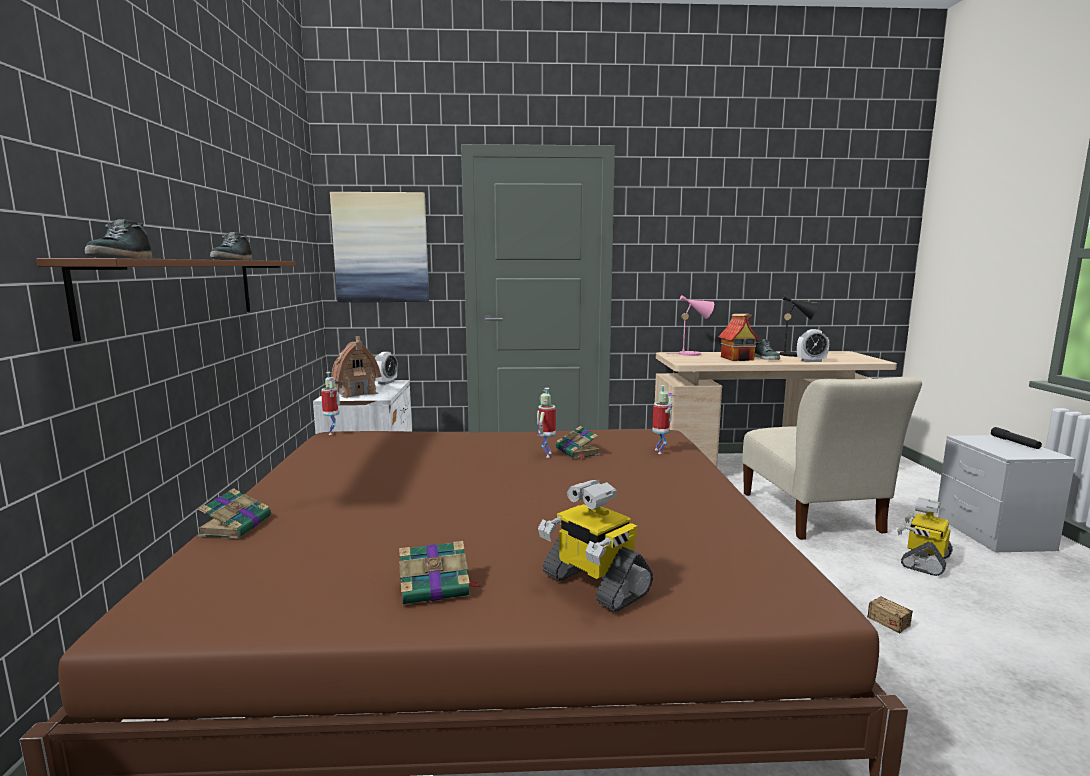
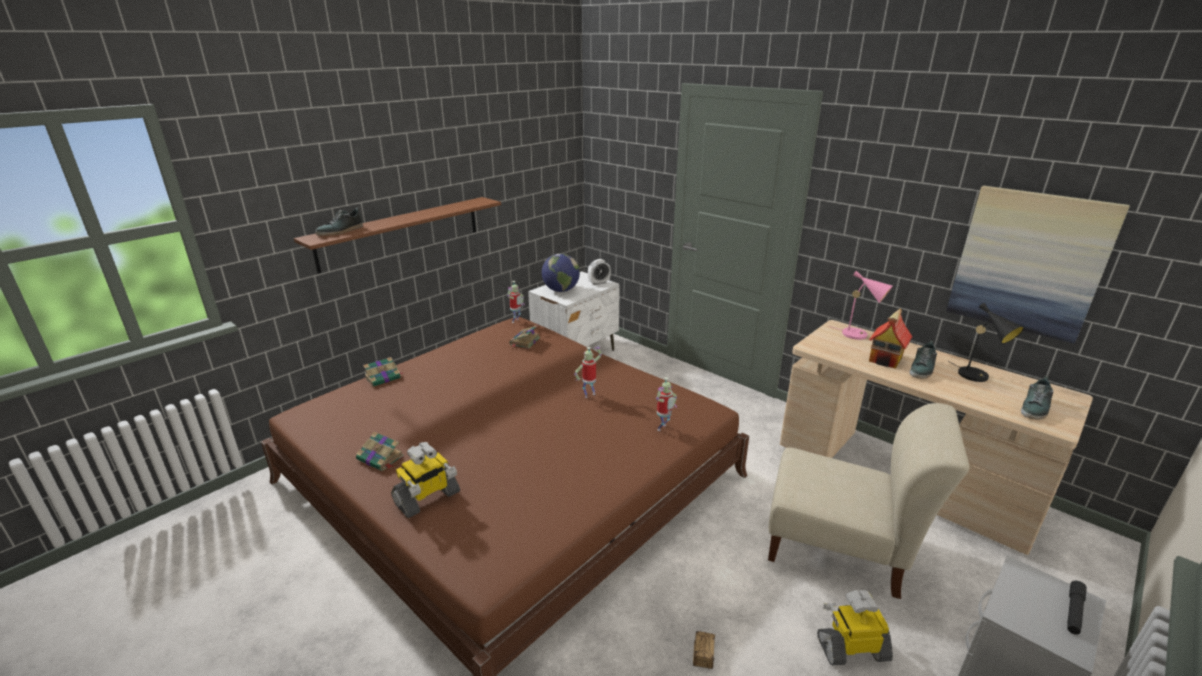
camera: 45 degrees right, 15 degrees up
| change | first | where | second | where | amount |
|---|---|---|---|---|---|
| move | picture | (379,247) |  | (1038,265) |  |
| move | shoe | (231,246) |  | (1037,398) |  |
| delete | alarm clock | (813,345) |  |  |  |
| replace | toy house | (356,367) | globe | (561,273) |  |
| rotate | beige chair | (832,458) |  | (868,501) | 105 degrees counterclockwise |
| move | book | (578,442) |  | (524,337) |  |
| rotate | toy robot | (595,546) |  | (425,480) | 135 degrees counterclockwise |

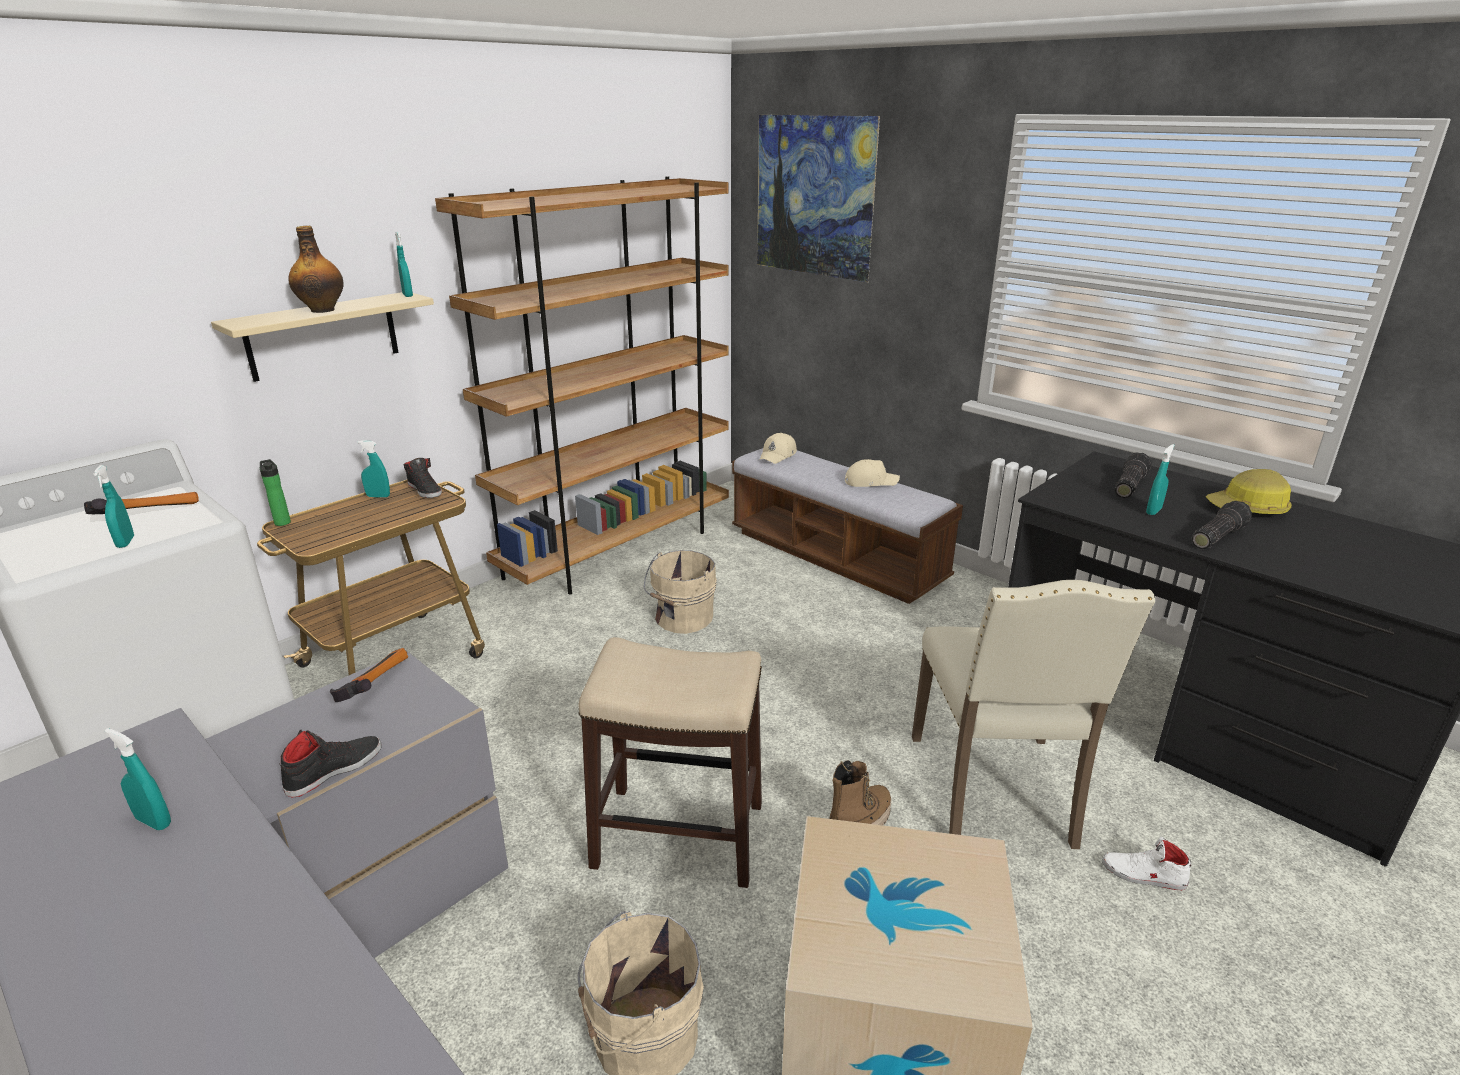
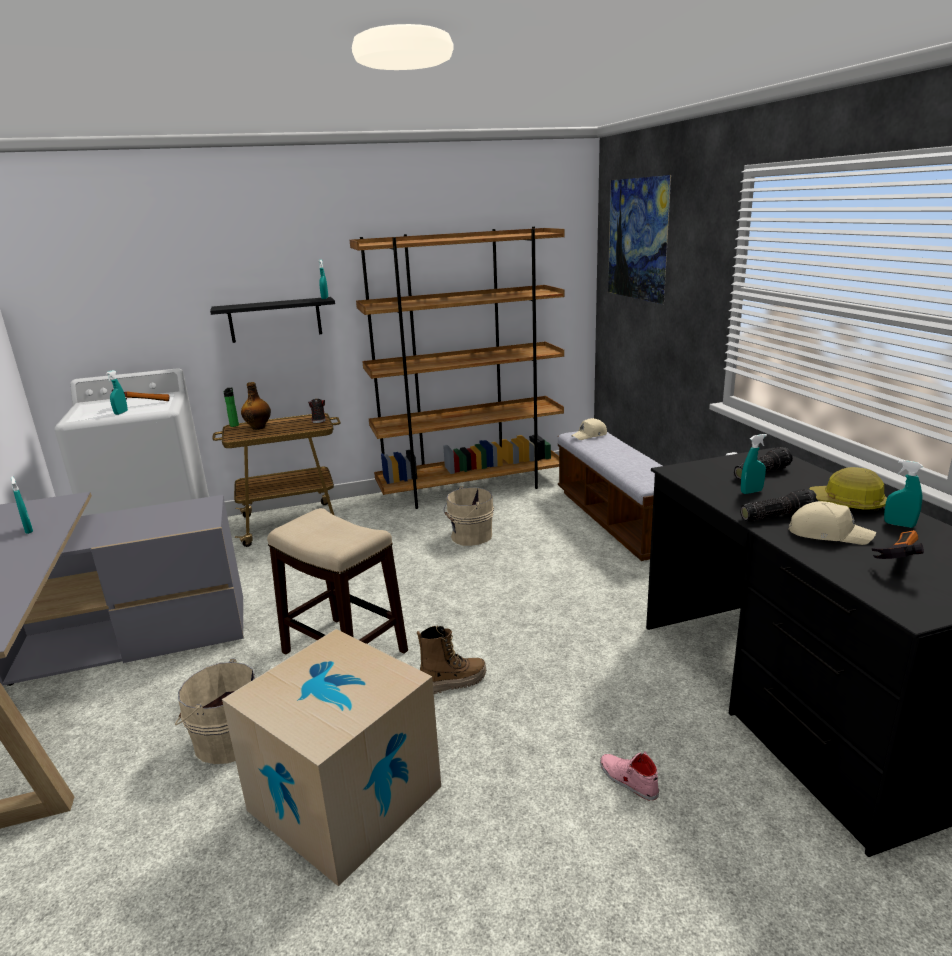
camera: 30 degrees right, 5 degrees down
| change | first | where | second | where | amount |
|---|---|---|---|---|---|
| move | bottle | (316,269) |  | (256,406) |  |
| recolor | beige shelf | (322,337) | black shelf | (272,320) |  |
| move | turquoise spray bottle | (373,468) |  | (903,494) |  |
| move | beige cap | (872,473) |  | (832,523) |  |
| delete | beige chair | (1033,714) |  |  |  |
| move | hammer | (369,675) |  | (898,544) |  |
| delete | black shoe | (330,764) |  |  |  |
| recolor | white shoe | (1146,863) | pink shoe | (629,776) |  |

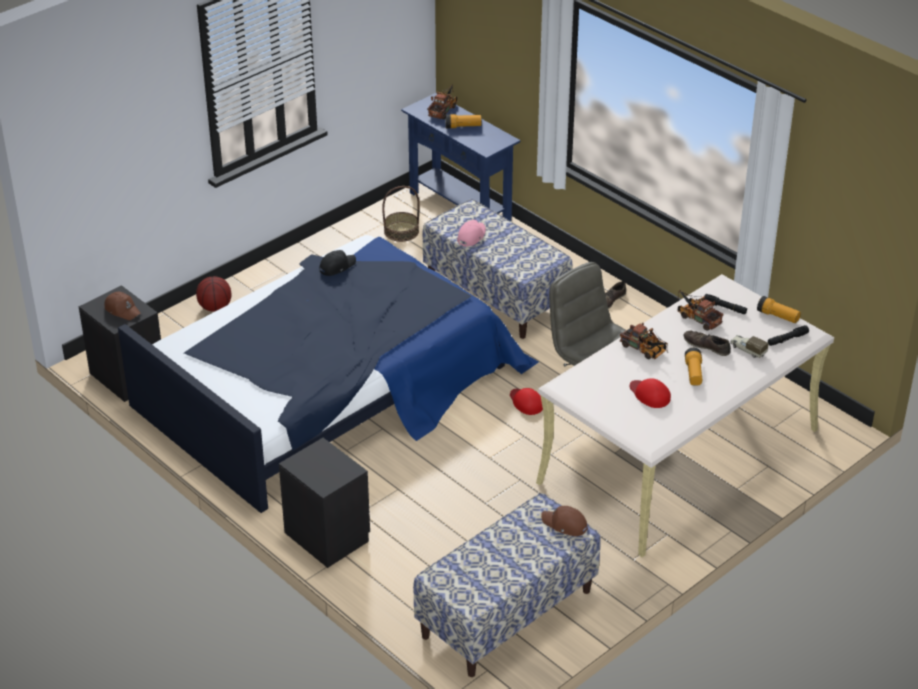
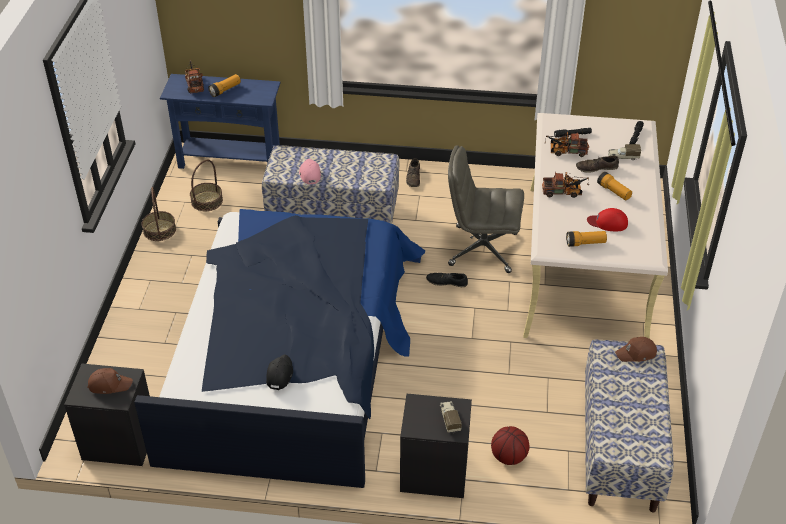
camera: 40 degrees left, 5 degrees up
| change | first | where | second | where | amount |
|---|---|---|---|---|---|
| move | black cap | (337,263) |  | (279,372) |  |
| move | basketball | (213,294) |  | (510,445) |  |
| move | flashlight | (779,309) |  | (586,239) |  |
| replace | red cap | (526,401) | black shoe | (447,280) |  |
| insert |  |  | basket | (159,214) |  |
| insert |  |  | toy truck | (451,417) |  |

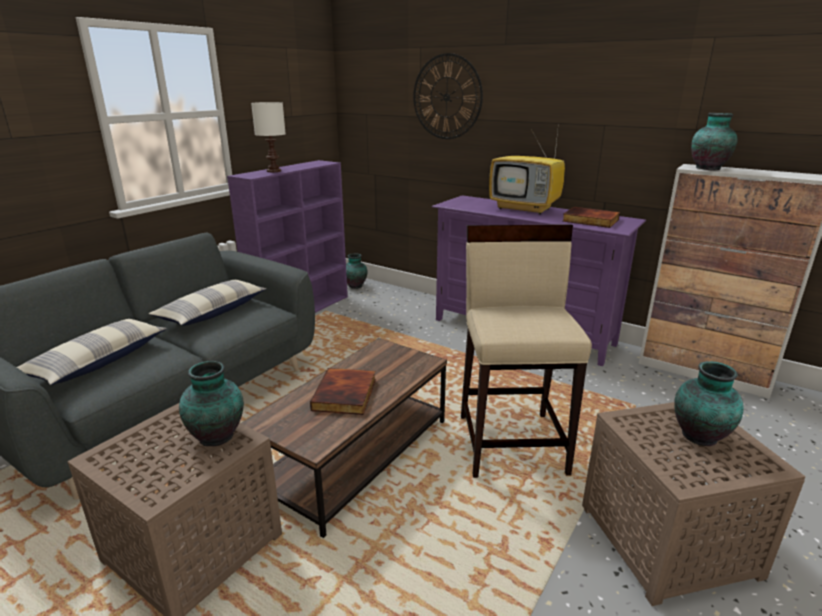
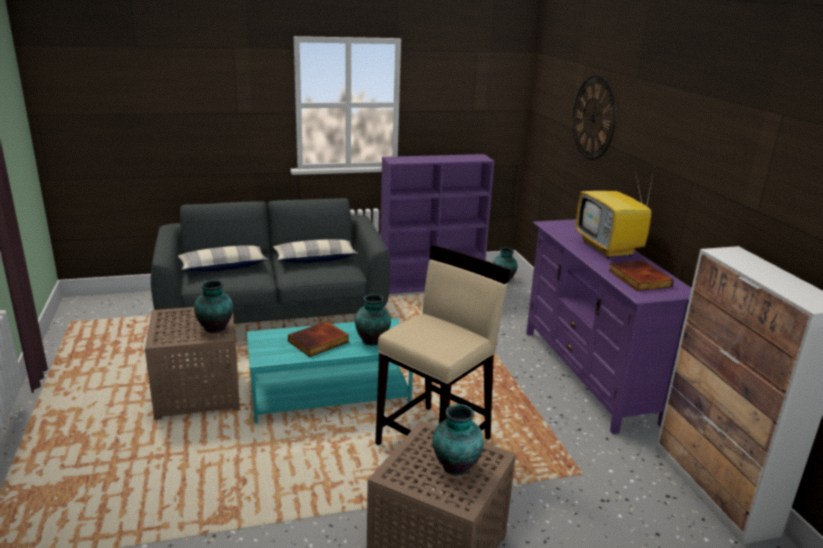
camera: 40 degrees right, 0 degrees up
| change | first | where | second | where | amount |
|---|---|---|---|---|---|
| delete | white table lamp | (268,137) |  |  |  |
| move | vase | (714,142) |  | (373,319) |  |
| recolor | brown coffee table | (344,438) | turquoise coffee table | (330,370) |  |

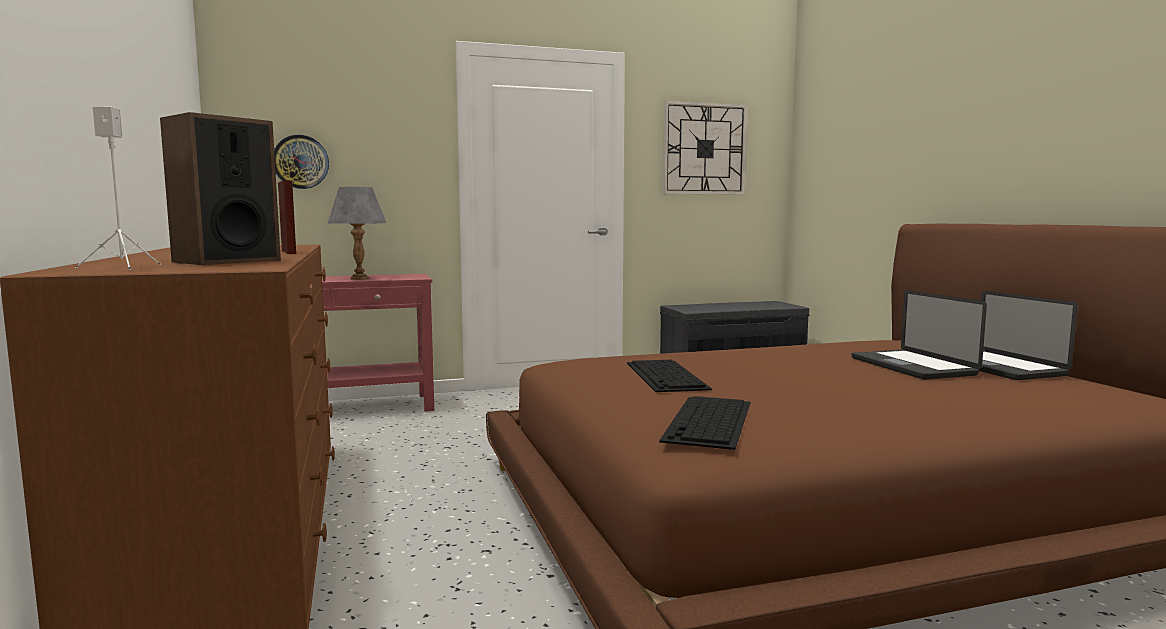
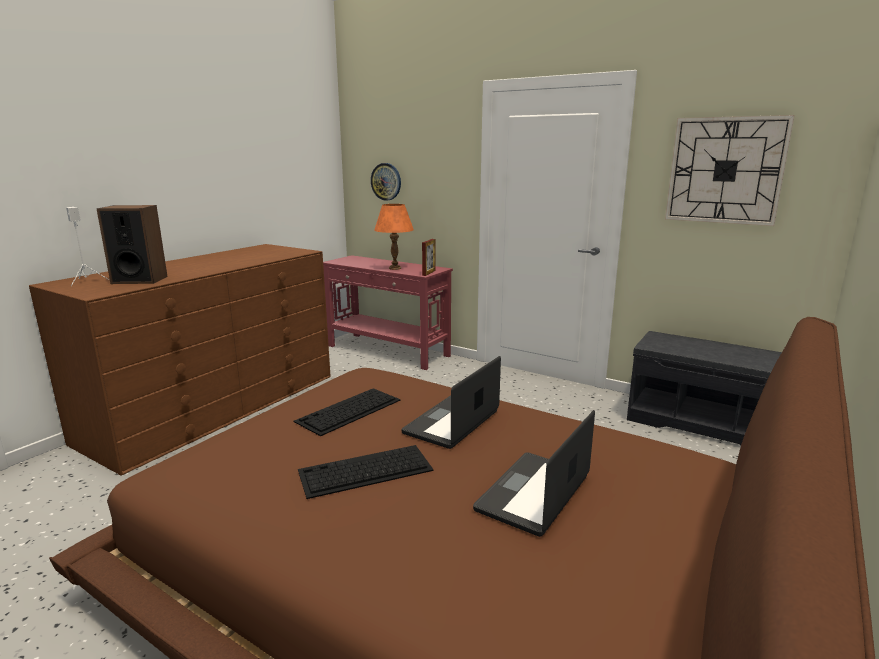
camera: 50 degrees right, 10 degrees up
| change | first | where | second | where | amount |
|---|---|---|---|---|---|
| move | picture frame | (287,217) |  | (428,257) |  |
| recolor | grey table lamp | (357,233) | orange table lamp | (394,237) |  |
| move | laptop | (1016,335) |  | (451,402) |  |
| move | keyboard | (704,423) |  | (366,472) |  |

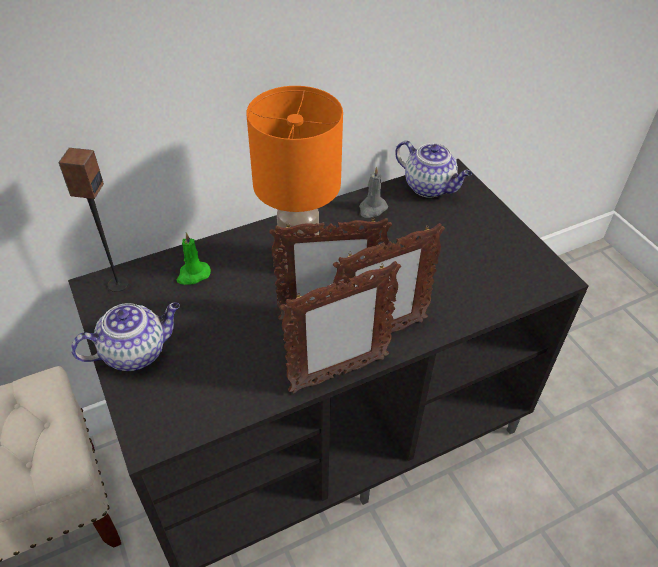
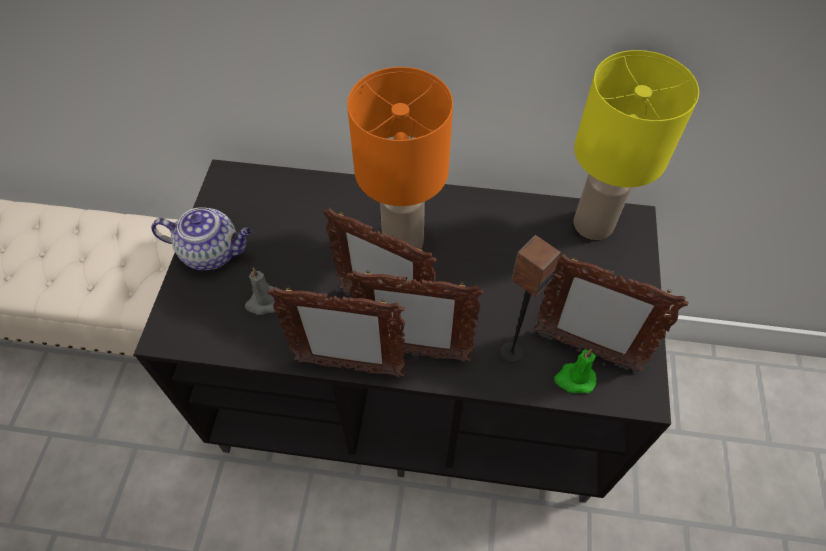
camera: 35 degrees right, 10 degrees up
| change | first | where | second | where | amount |
|---|---|---|---|---|---|
| replace | teapot | (433,169) | yellow table lamp | (636,145) |  |
| move | speaker | (93,220) |  | (530,299) |  |
| move | grey candle | (373,192) |  | (260,291) |  |
| move | green candle | (194,258) |  | (575,371) |  |
| insert |  |  | picture frame | (611,312) |  |

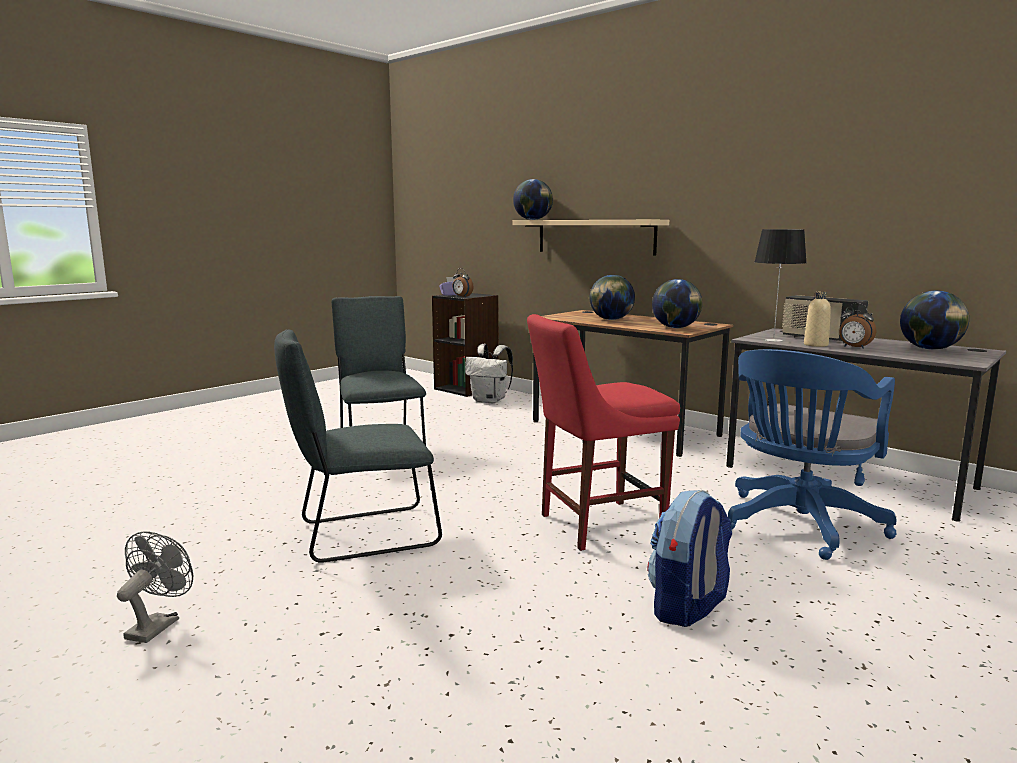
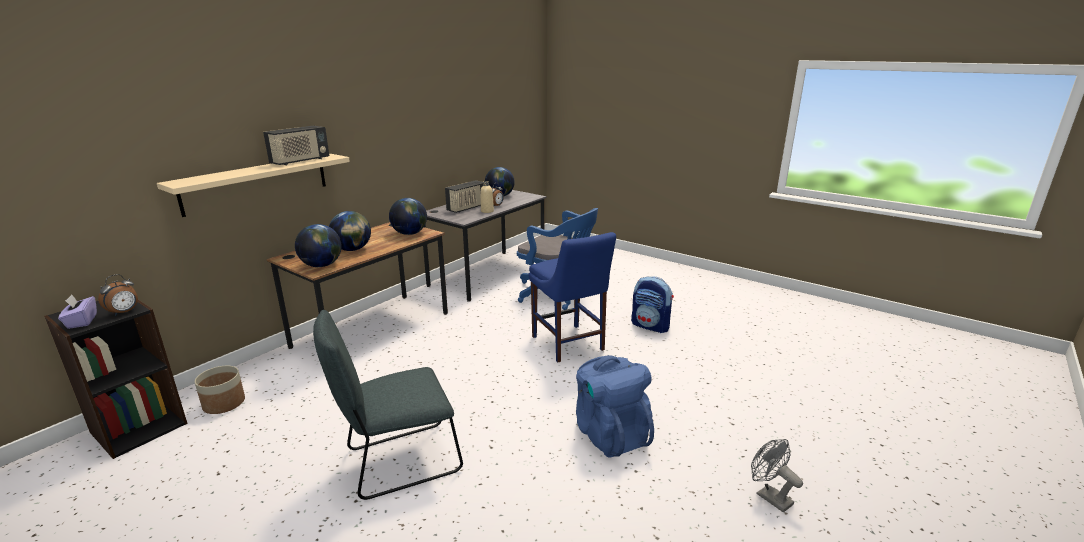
camera: 95 degrees left, 10 degrees up
| change | first | where | second | where | amount |
|---|---|---|---|---|---|
| move | globe | (533,199) |  | (318,245) |  |
| delete | table lamp | (781,285) |  |  |  |
| recolor | red chair | (603,432) | blue chair | (572,297) |  |
| replace | grey chair | (358,446) | blue backpack | (615,406) |  |
| replace | white backpack | (489,373) | planter | (220,390) |  |
| rotate | grey fan | (155,587) |  | (777,476) | 45 degrees clockwise |
| insert |  |  | radio | (296,145) |  |

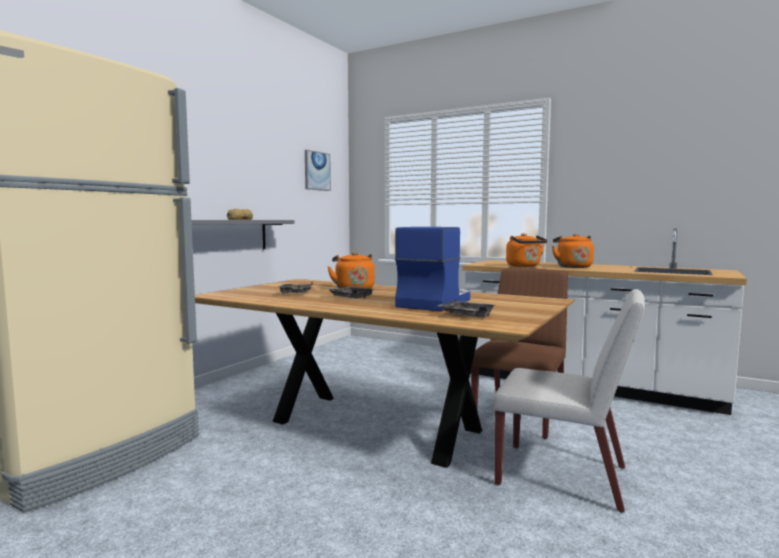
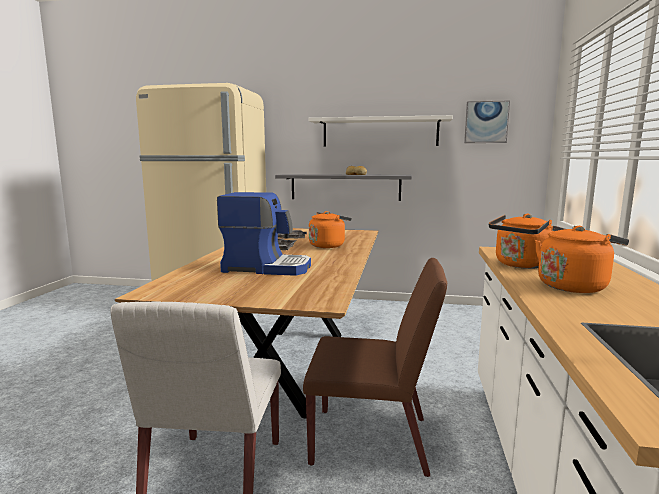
camera: 70 degrees right, 5 degrees up
| change | first | where | second | where | amount |
|---|---|---|---|---|---|
| delete | grey tray | (466,309) |  |  |  |
| insert |  |  | white shelf | (380,131) |  |

